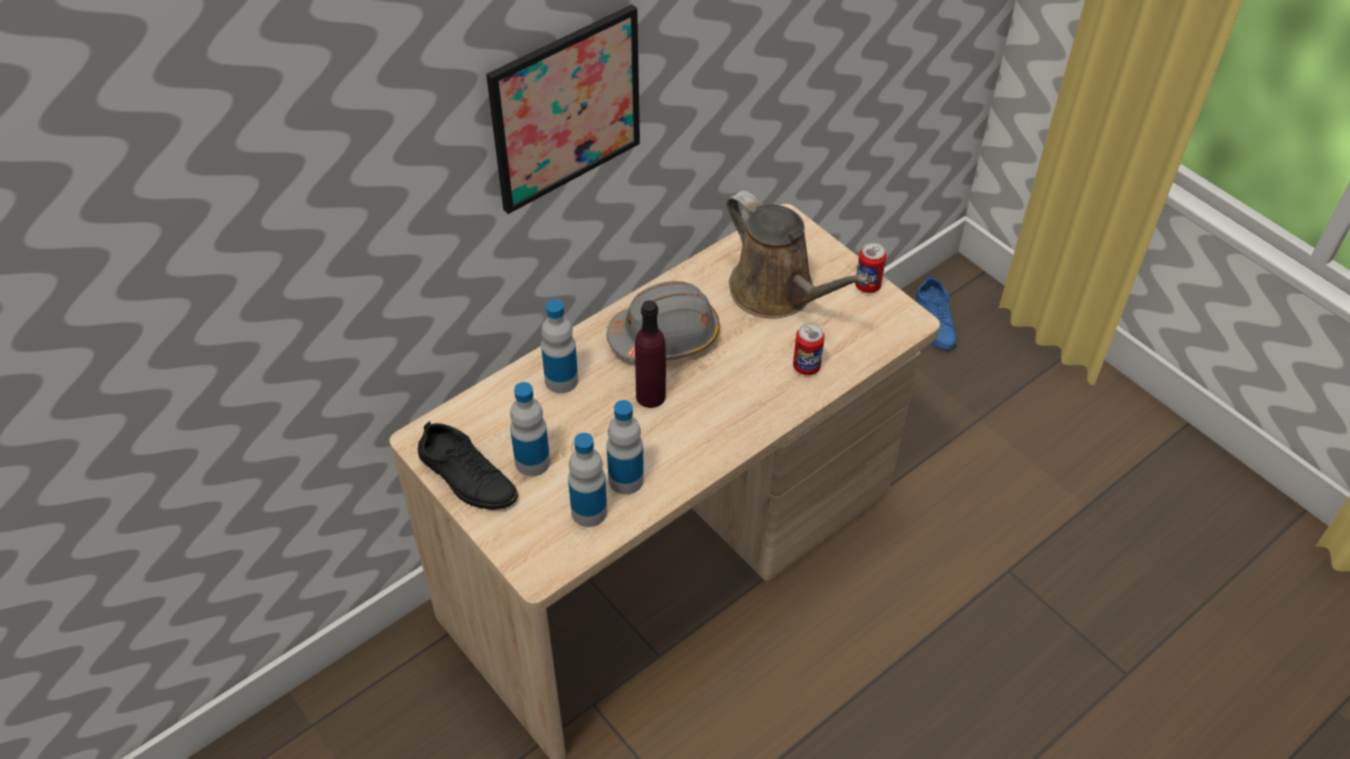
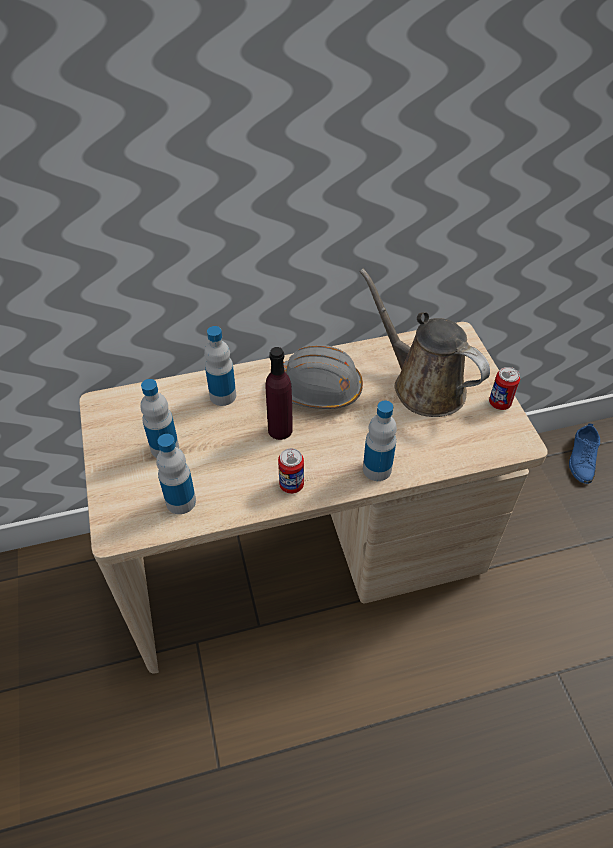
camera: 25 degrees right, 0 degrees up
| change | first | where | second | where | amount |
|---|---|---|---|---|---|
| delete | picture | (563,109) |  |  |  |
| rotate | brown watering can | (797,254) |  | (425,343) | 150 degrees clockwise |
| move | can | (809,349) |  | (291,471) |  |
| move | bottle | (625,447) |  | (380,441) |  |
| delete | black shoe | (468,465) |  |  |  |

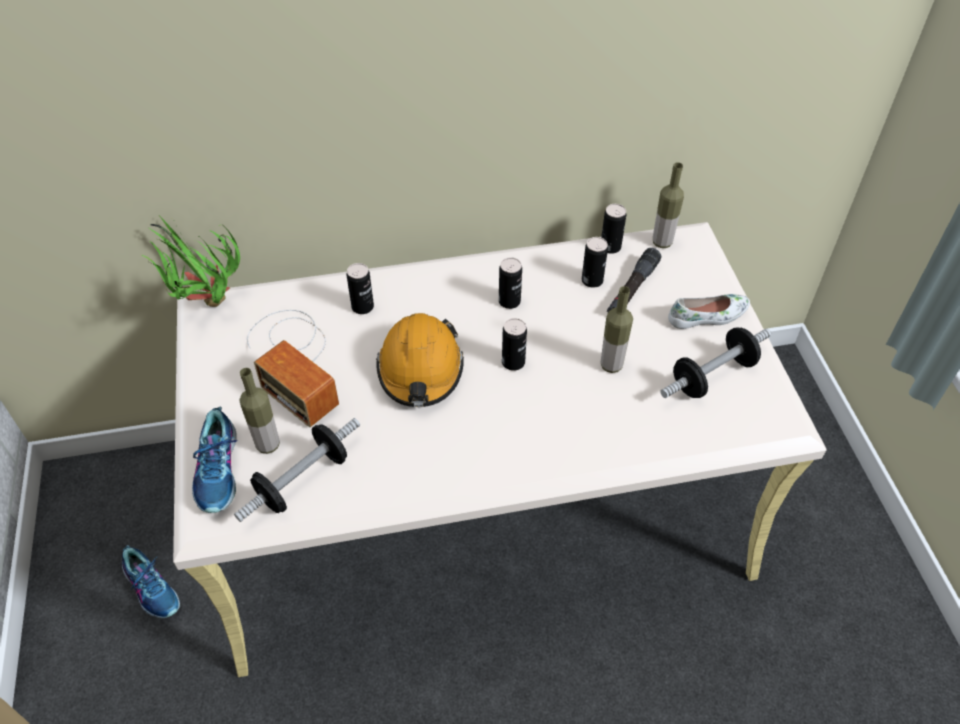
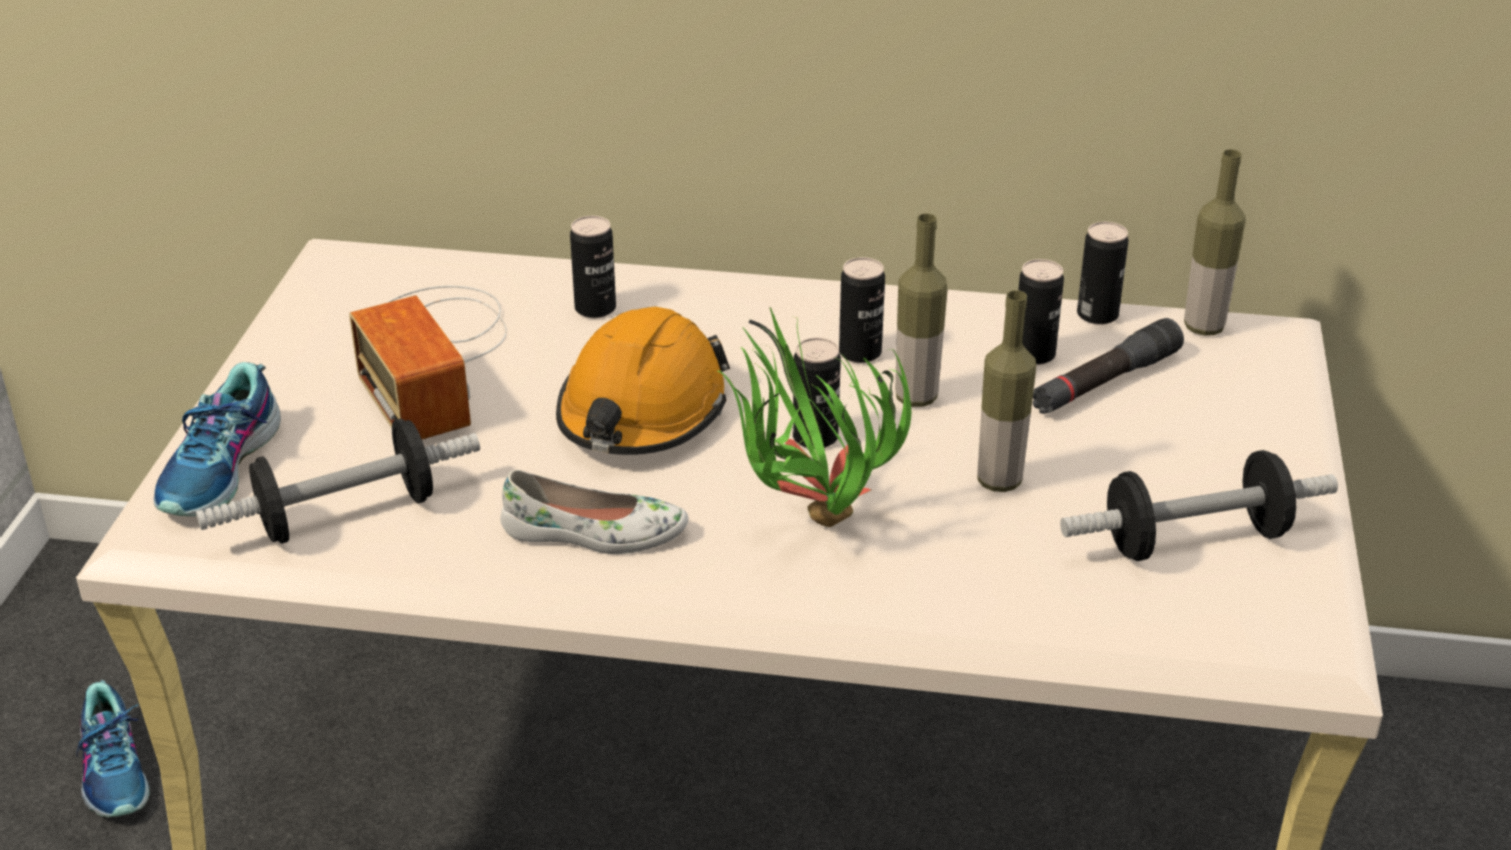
camera: 20 degrees right, 15 degrees down
| change | first | where | second | where | amount |
|---|---|---|---|---|---|
| move | potted plant | (190,261) |  | (814,417) |  |
| move | white shoe | (709,311) |  | (594,512) |  |
| move | bottle | (260,411) |  | (921,310) |  |

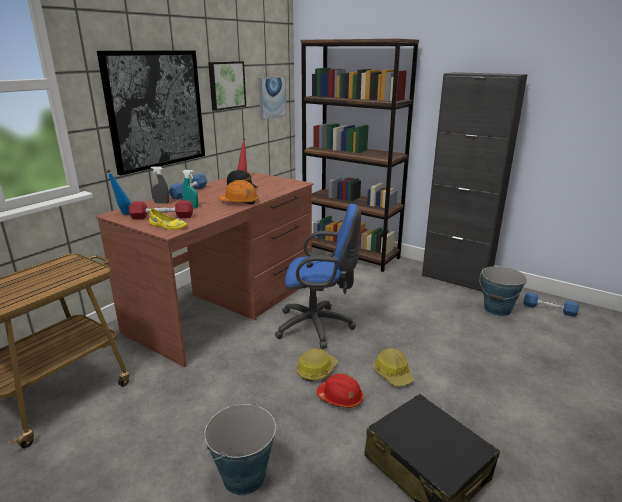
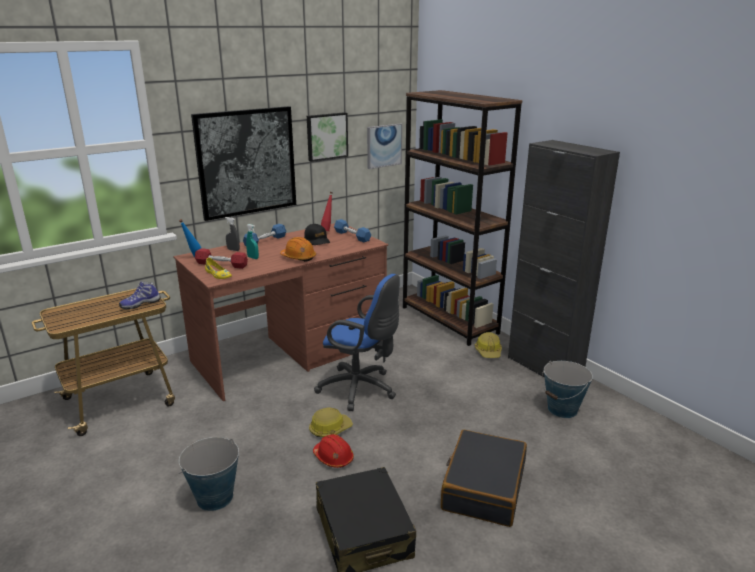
camera: 20 degrees right, 0 degrees up
| change | first | where | second | where | amount |
|---|---|---|---|---|---|
| move | blue dumbbell | (551,304) |  | (352,231) |  |
| move | hard hat | (394,367) |  | (488,345) |  |
| insert |  |  | shoe | (140,295) |  |
| insert |  |  | black suitcase | (484,478) |  |

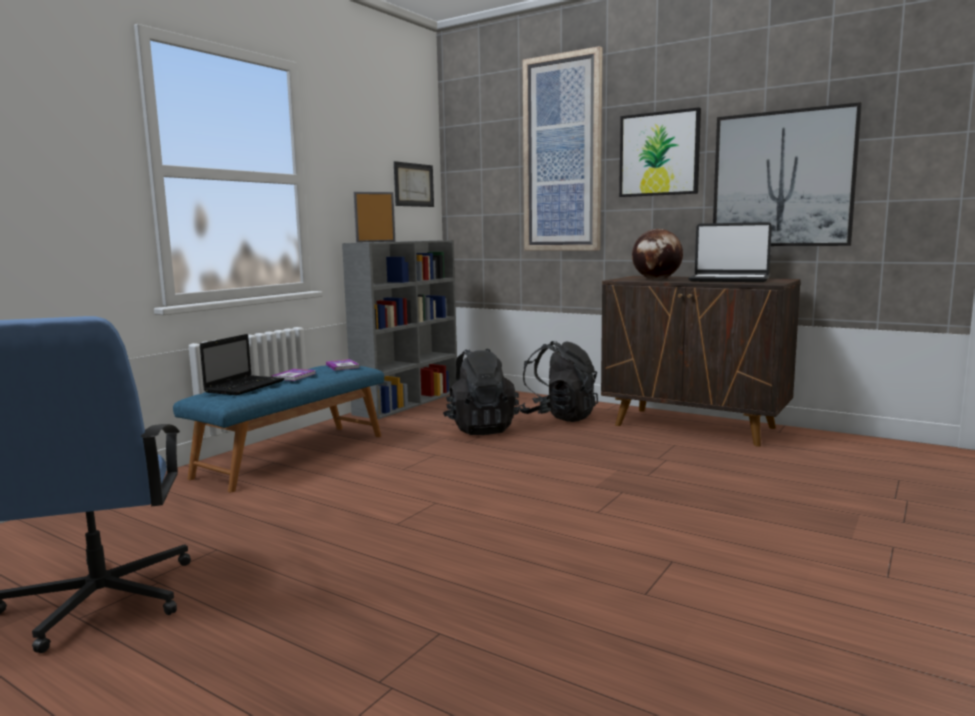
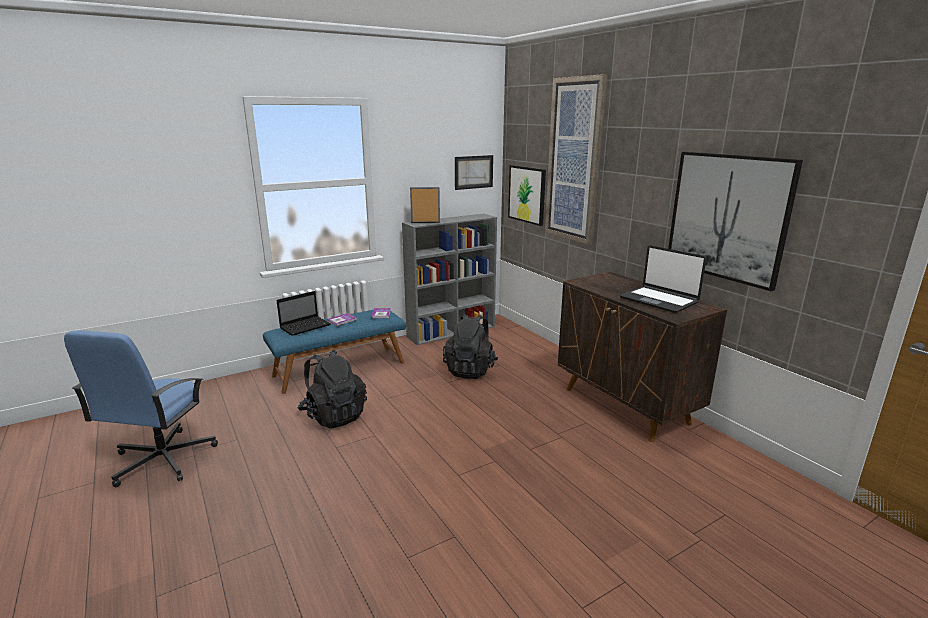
camera: 25 degrees right, 10 degrees up
| change | first | where | second | where | amount |
|---|---|---|---|---|---|
| move | picture | (660,152) |  | (527,195) |  |
| delete | globe | (657,254) |  |  |  |
| move | black backpack | (557,381) |  | (332,389) |  |

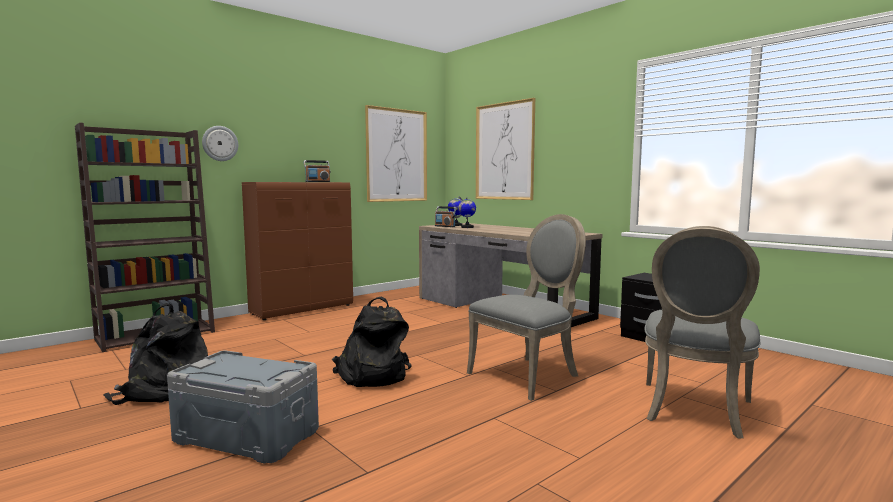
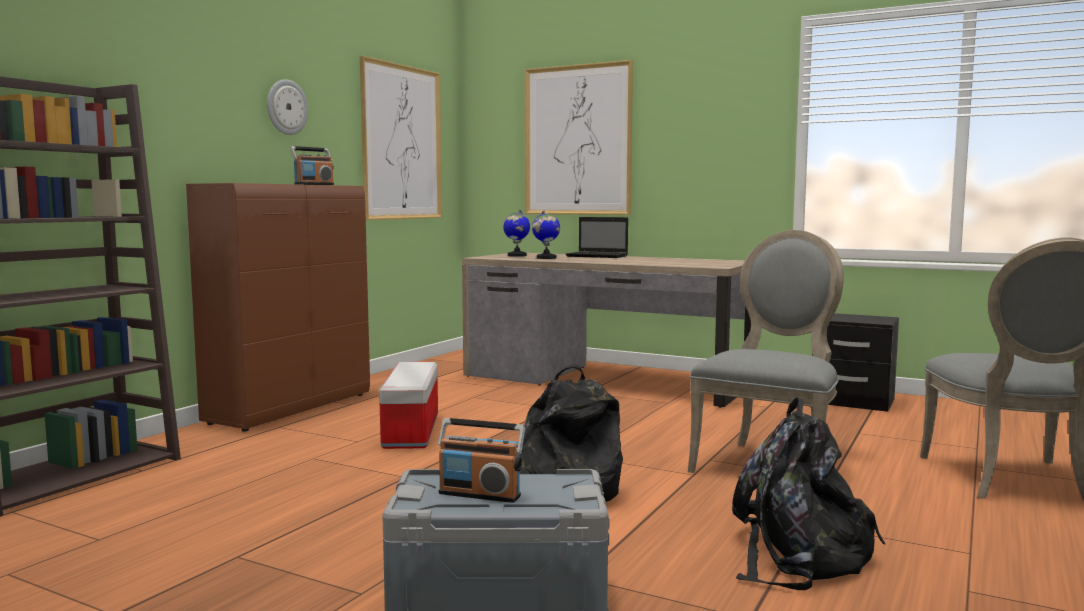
camera: 20 degrees left, 0 degrees up
| change | first | where | second | where | amount |
|---|---|---|---|---|---|
| move | wall clock | (220,143) |  | (287,107) |  |
| move | radio | (446,216) |  | (481,460) |  |
| move | black backpack | (155,354) |  | (808,493) |  |
| insert |  |  | laptop | (597,237) |  |
| insert |  |  | storage box | (408,405) |  |

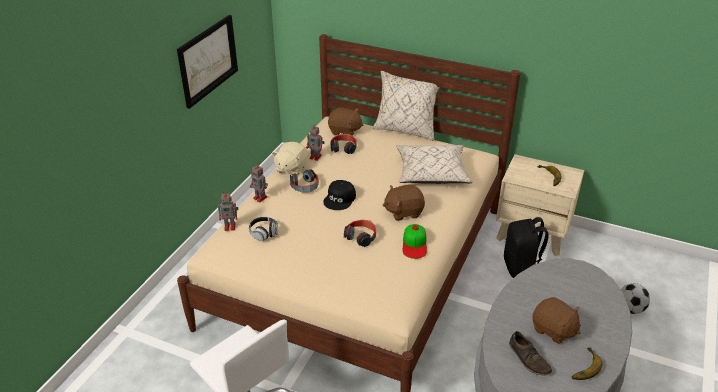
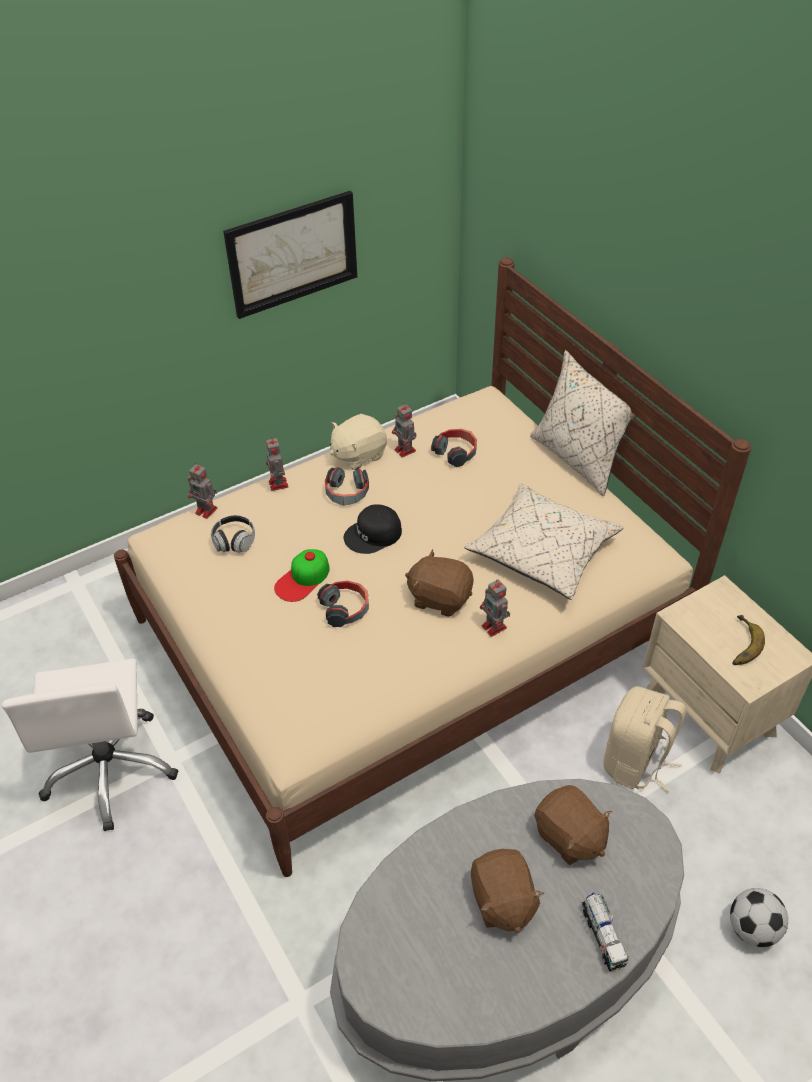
camera: 35 degrees right, 10 degrees up
| change | first | where | second | where | amount |
|---|---|---|---|---|---|
| move | brown plush toy | (345,121) |  | (573,825) |  |
| recolor | black backpack | (526,247) | beige backpack | (644,739) |  |
| move | cap | (415,241) |  | (302,575) |  |
| delete | brown shoe | (530,353) |  |  |  |
| delete | banana | (587,364) |  |  |  |
| insert |  |  | toy robot | (495,608) |  |
| insert |  |  | toy truck | (605,932) |  |

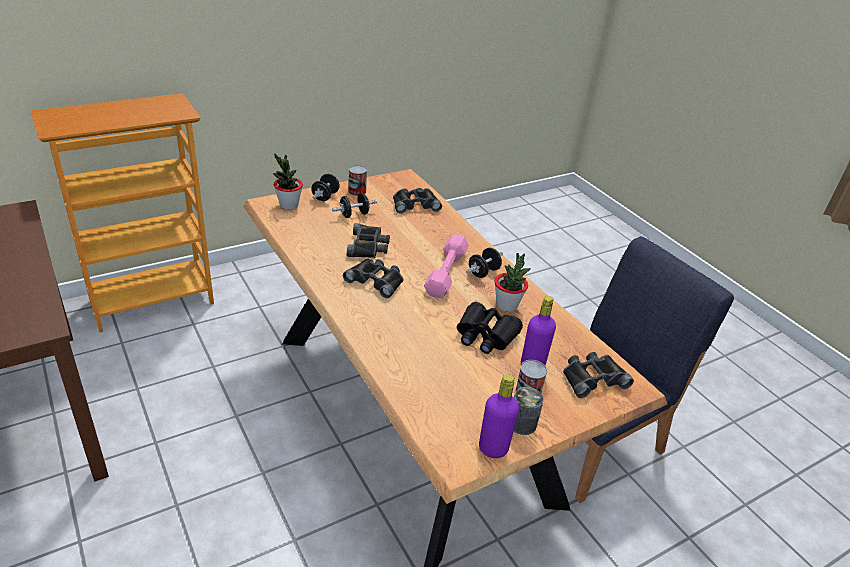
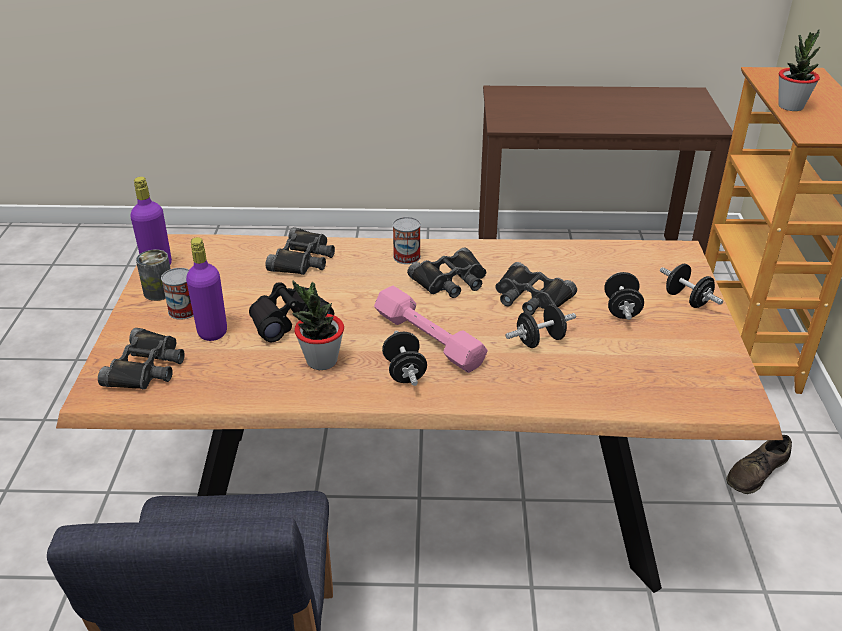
camera: 125 degrees right, 0 degrees up
| change | first | where | second | where | amount |
|---|---|---|---|---|---|
| move | potted plant | (288,181) |  | (799,70) |  |
| move | can | (357,180) |  | (407,240) |  |
| move | black binoculars | (417,201) |  | (300,251) |  |
| insert |  |  | black dumbbell | (540,326) |  |
| insert |  |  | brown shoe | (759,464) |  |

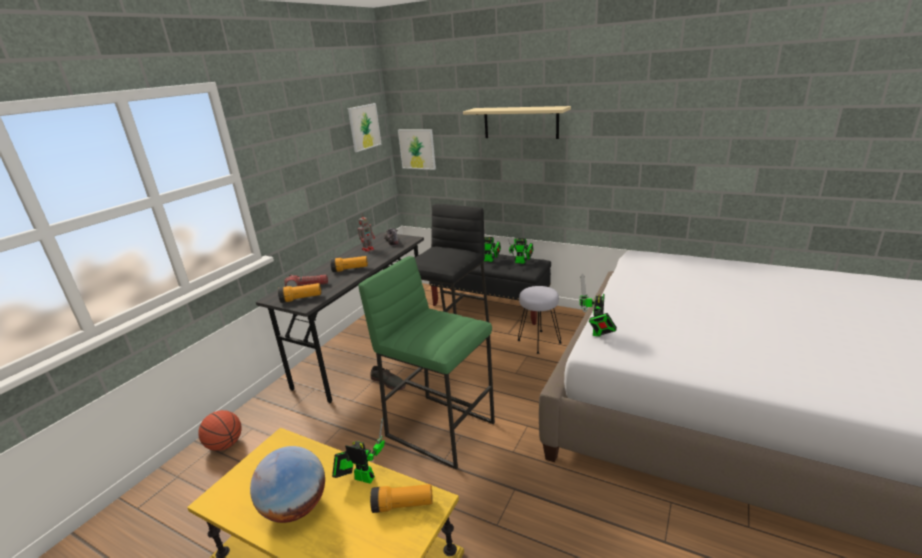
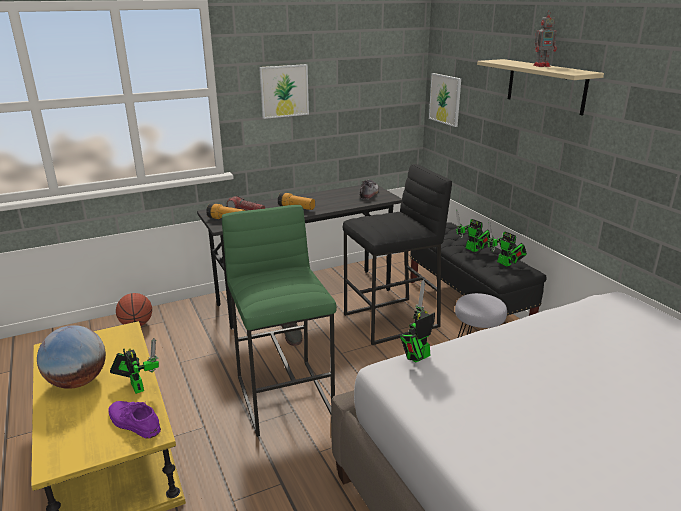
camera: 35 degrees right, 0 degrees up
| change | first | where | second | where | amount |
|---|---|---|---|---|---|
| move | picture | (365,127) |  | (284,91) |  |
| move | toy robot | (366,233) |  | (545,38) |  |
| replace | flashlight | (401,498) | purple shoe | (134,420) |  |

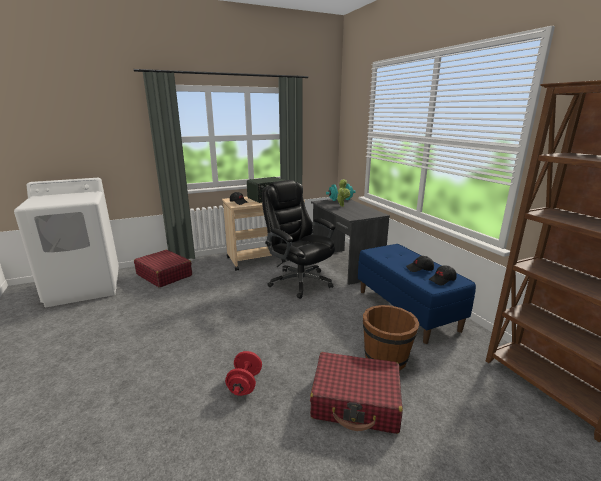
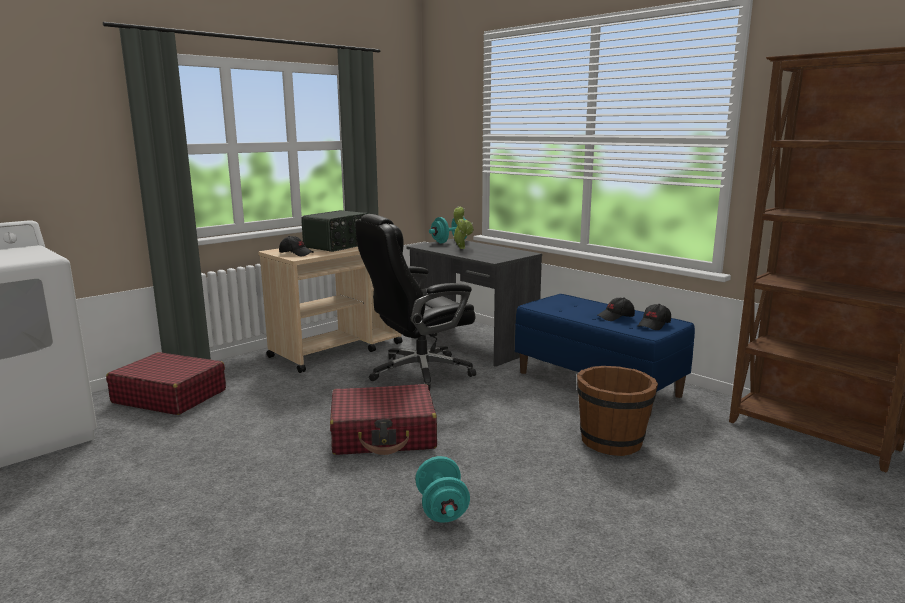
camera: 20 degrees left, 5 degrees down
| change | first | where | second | where | amount |
|---|---|---|---|---|---|
| rotate | black office chair | (298,239) |  | (415,302) | 60 degrees counterclockwise |
| recolor | red dumbbell | (243,373) | turquoise dumbbell | (442,489) |  |
| move | red suitcase | (356,393) |  | (383,419) |  |

